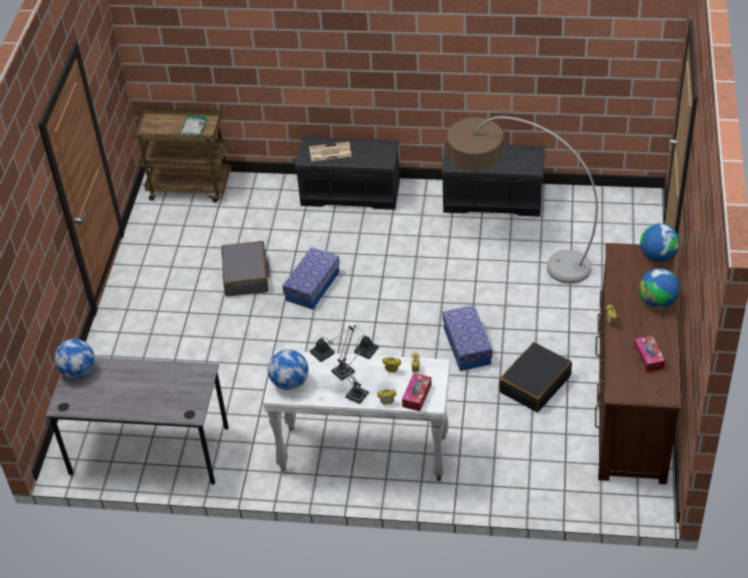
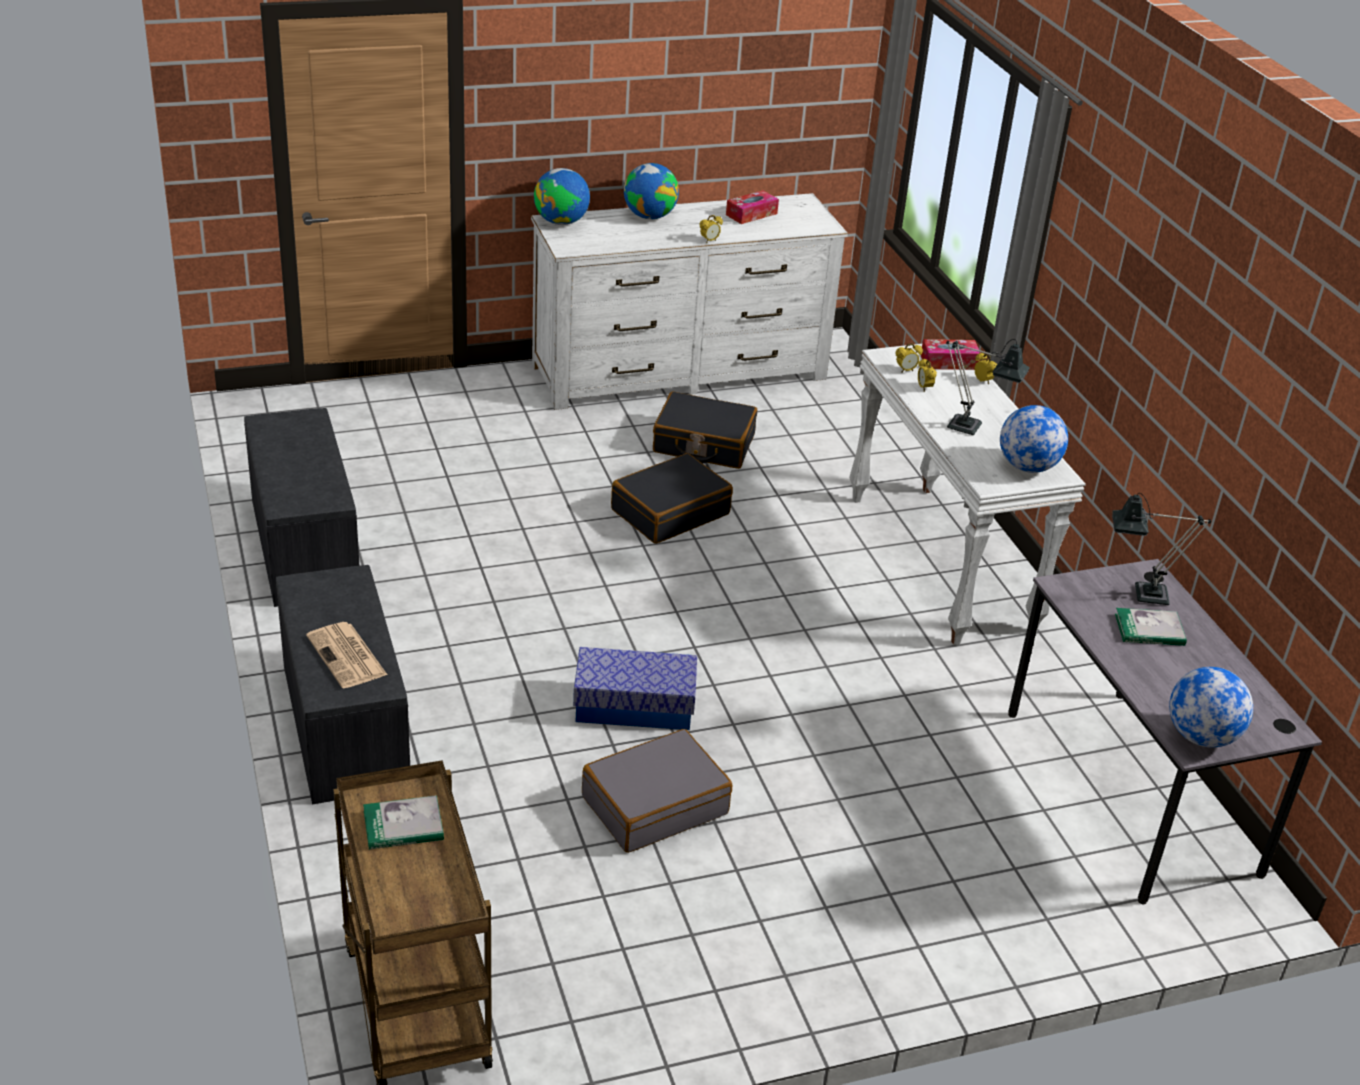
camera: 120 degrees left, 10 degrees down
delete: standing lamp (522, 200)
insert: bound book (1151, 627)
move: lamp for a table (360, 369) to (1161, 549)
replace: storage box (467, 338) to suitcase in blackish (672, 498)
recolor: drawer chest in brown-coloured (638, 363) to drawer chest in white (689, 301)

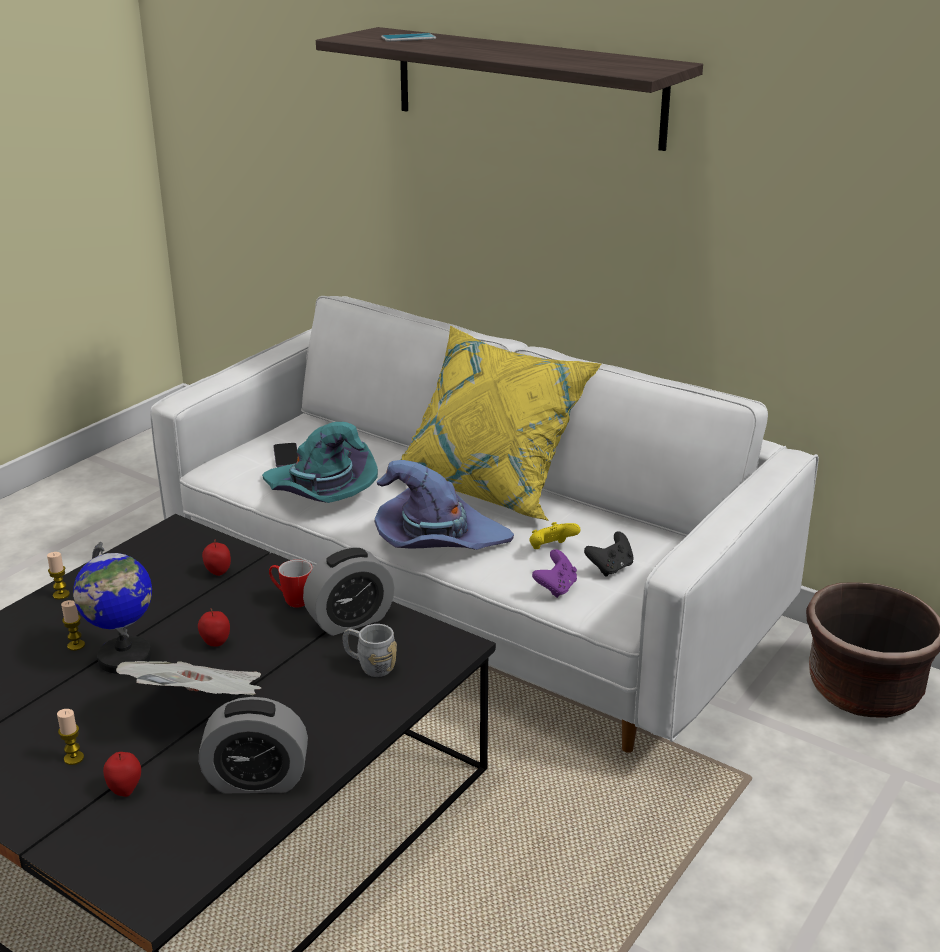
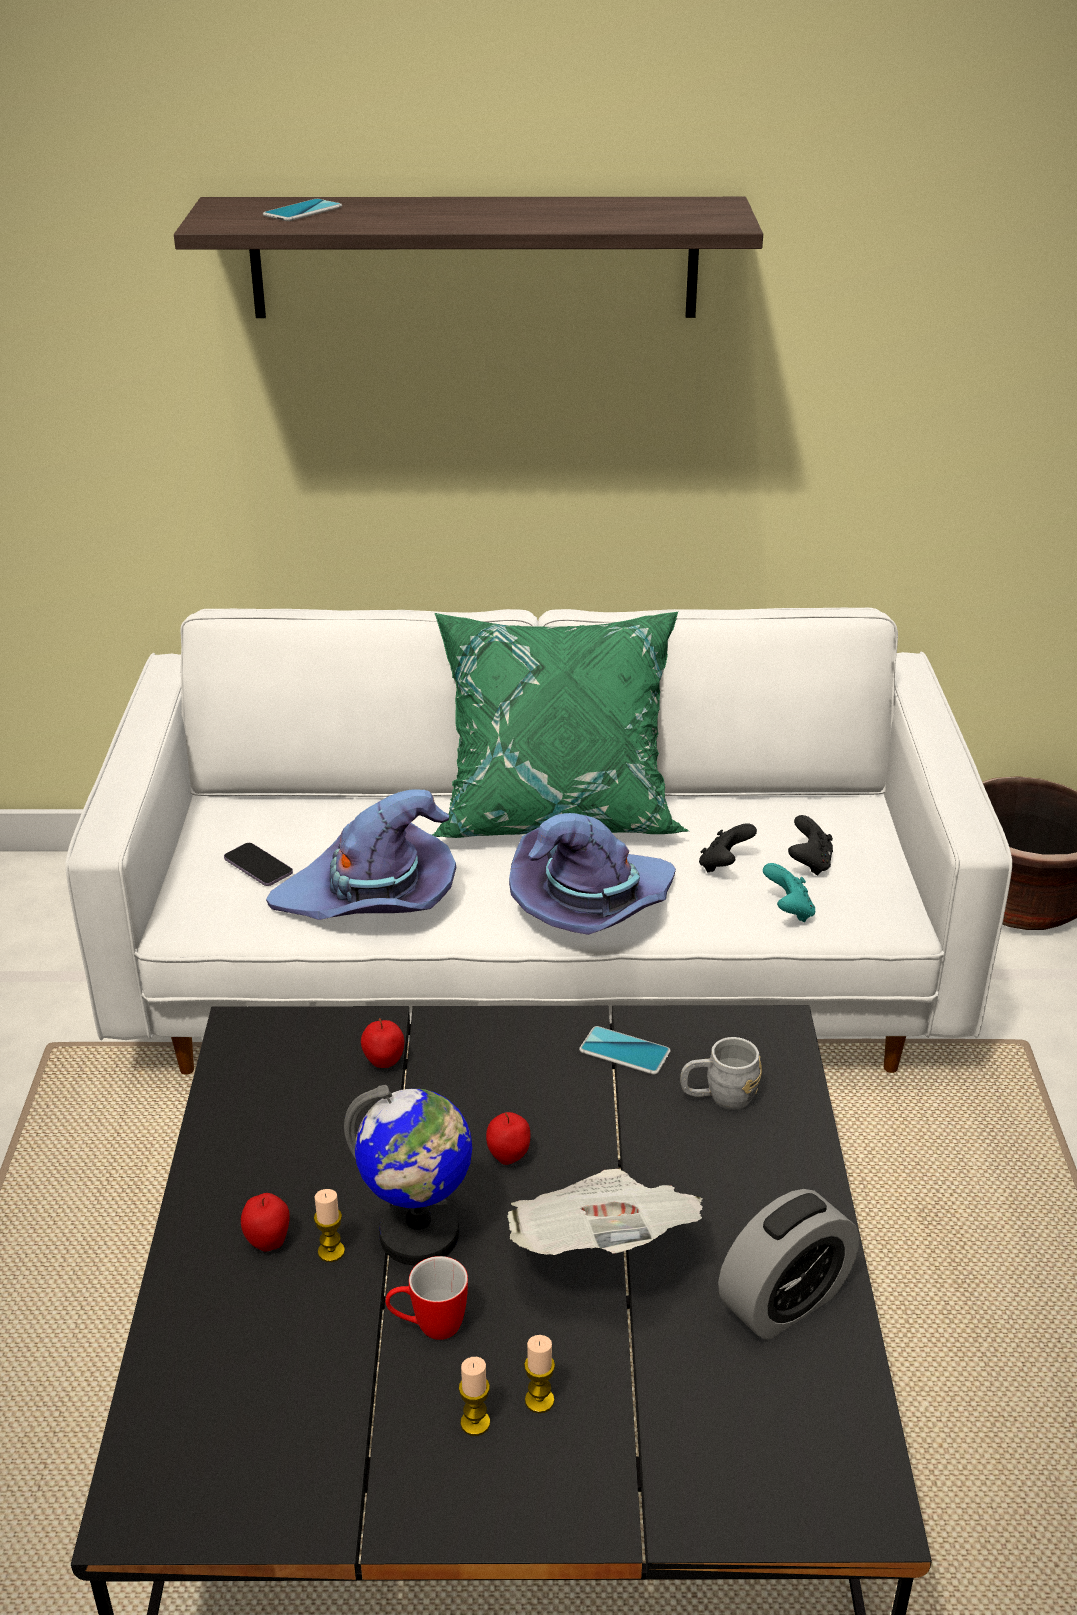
camera: 35 degrees left, 5 degrees up
move: apple fruit (122, 774) to (265, 1222); tea mug (291, 583) to (426, 1298); candle (58, 576) to (474, 1396)
replace: alarm clock (349, 591) to phone (625, 1050)
recolor: clothing hat in turquoise-coloured (320, 462) to clothing hat in purple-coloured (361, 854); pillow in yellow (501, 423) to pillow in greenish (560, 725); game controller in yellow (555, 535) to game controller in blackish (728, 848); game controller in purple-coloured (554, 573) to game controller in turquoise-coloured (789, 892)

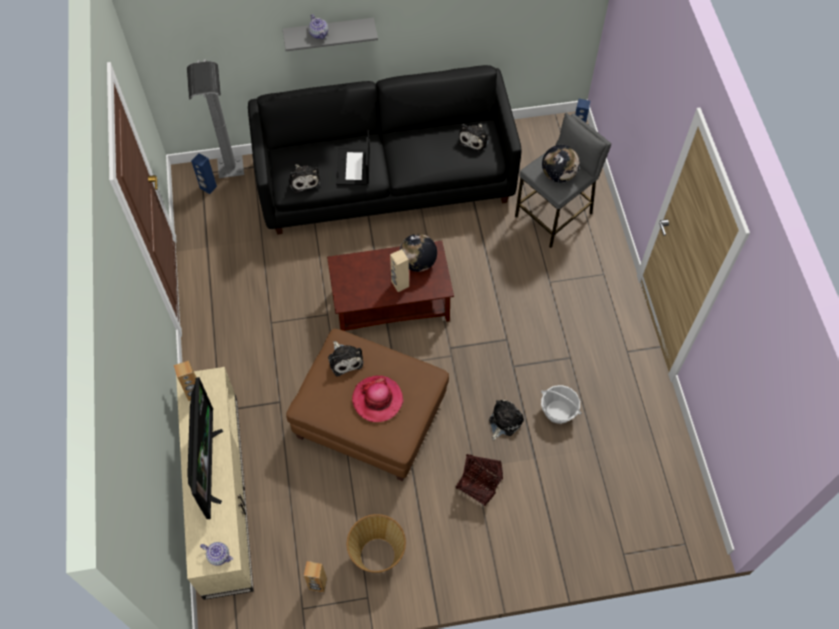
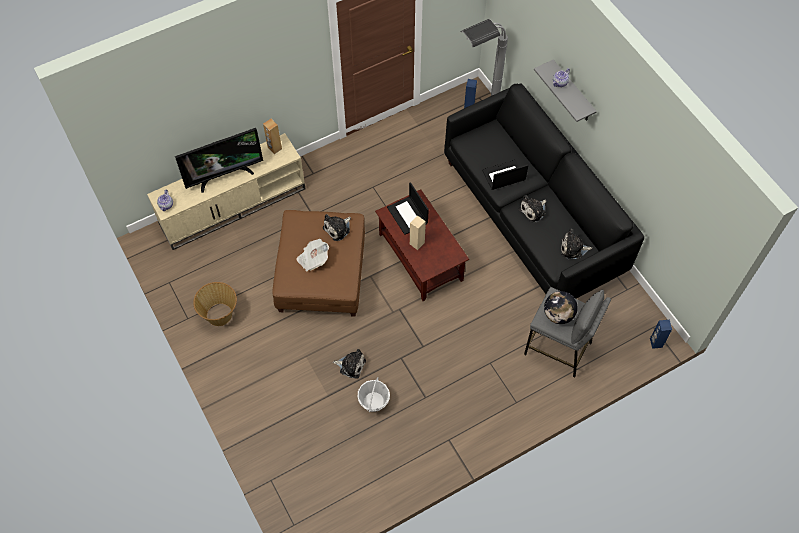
camera: 70 degrees right, 0 degrees up
delete: loudspeaker in brown-coloured (315, 577); world globe (418, 253); household basket (479, 480)
insert: portable computer (408, 208)
move: plush toy (304, 178) to (532, 209)
replace: clothing hat (378, 399) to printed paper (313, 255)

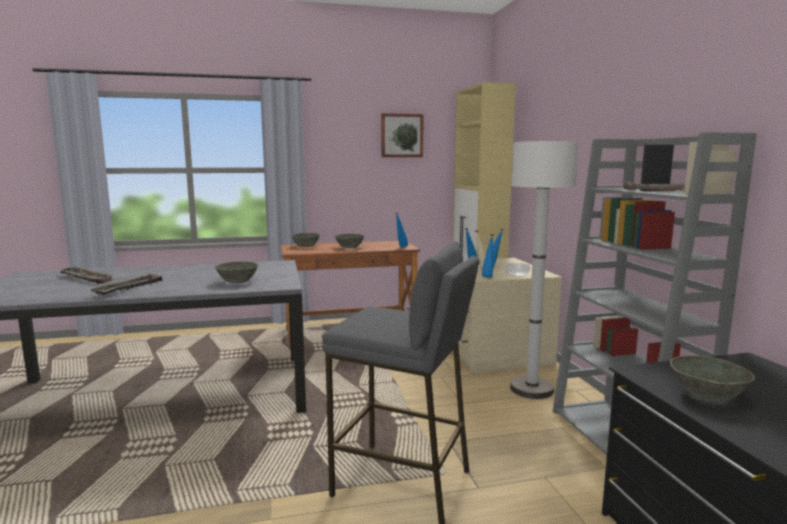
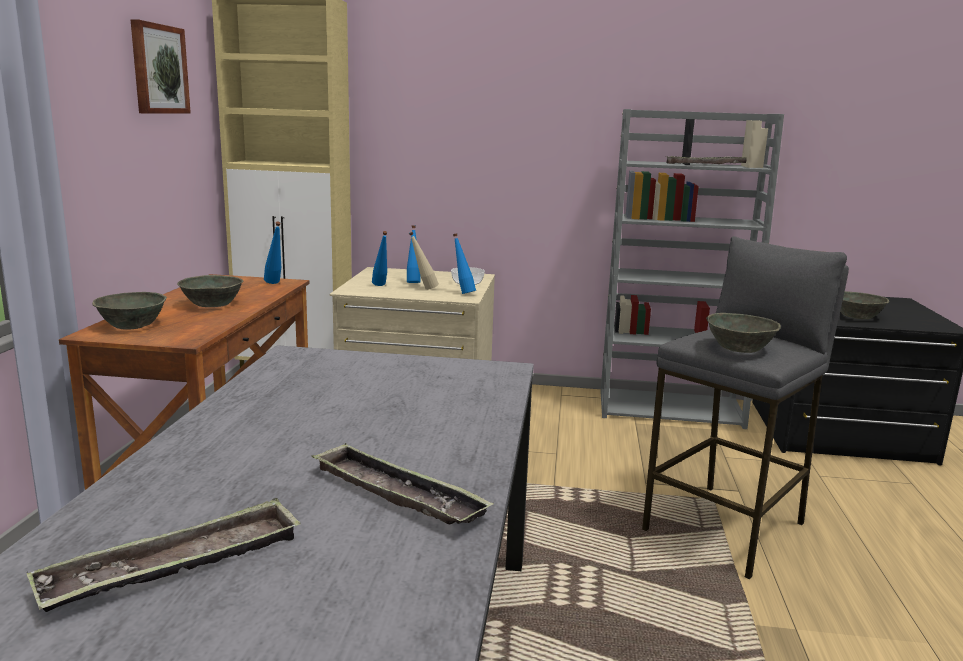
camera: 70 degrees left, 5 degrees up
delete: standing lamp in white (544, 270)
move: bowl in grey (236, 272) to (743, 333)

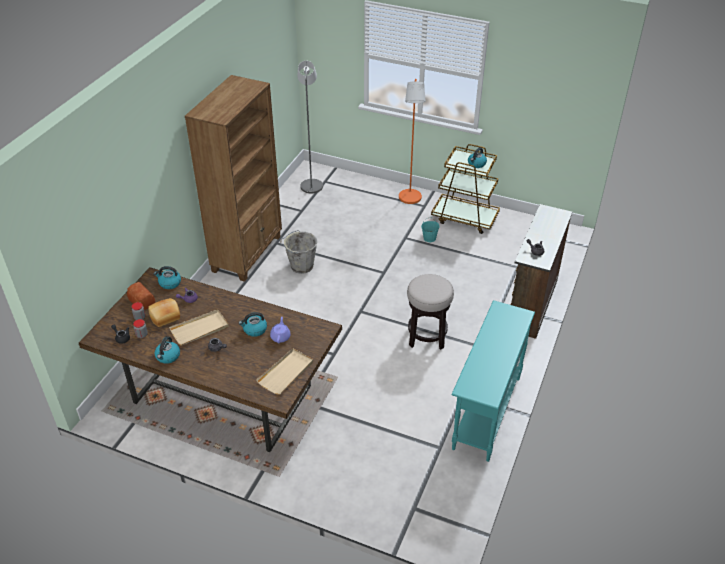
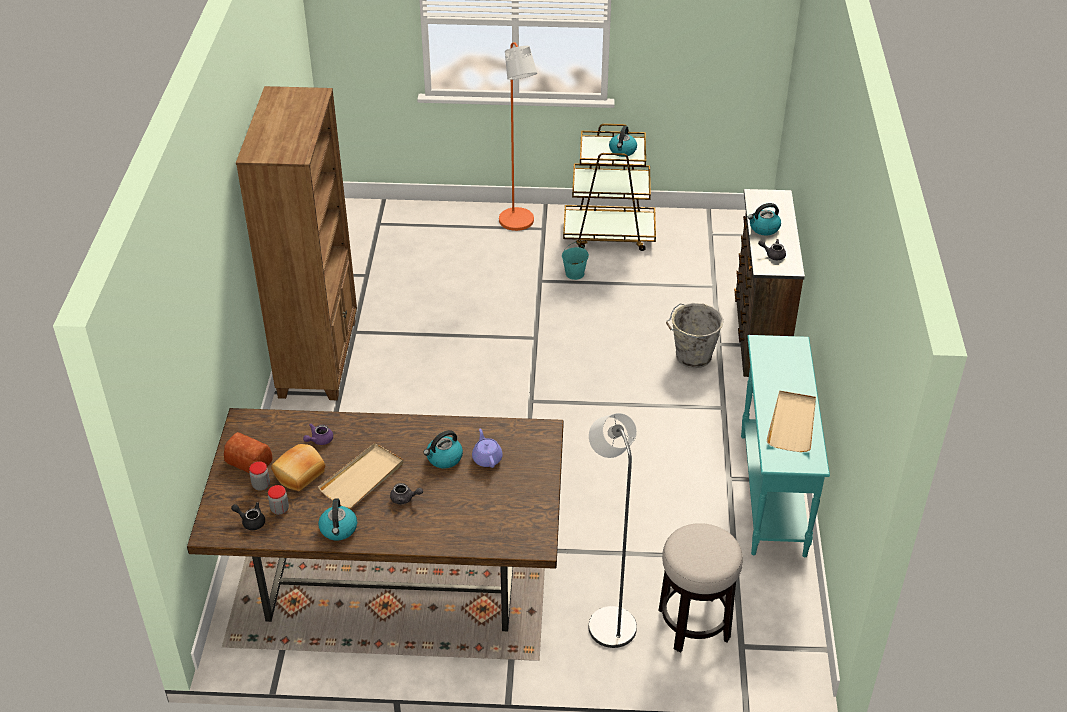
camera: 20 degrees left, 0 degrees up
move: standing lamp in grey (310, 127) to (613, 530); stool seat (430, 312) to (700, 587); water bucket in grey (299, 252) to (695, 335); tea kettle (167, 277) to (764, 219); tray in sand-coloured (284, 371) to (791, 421)

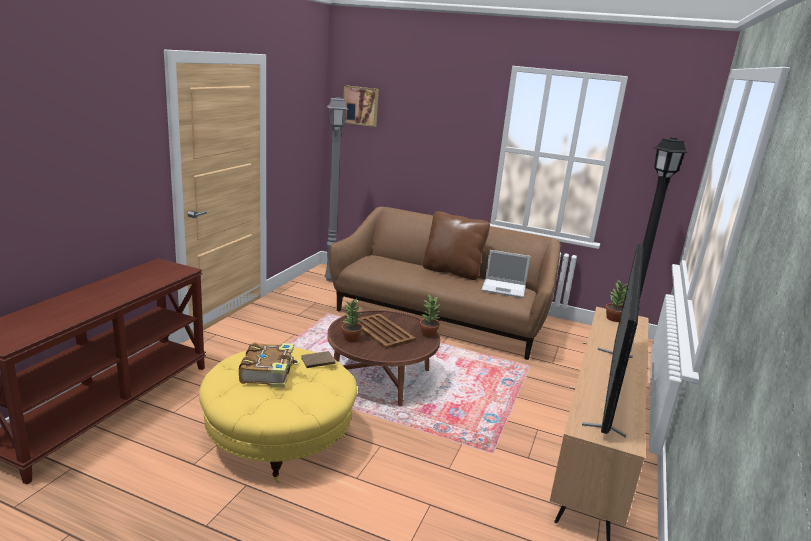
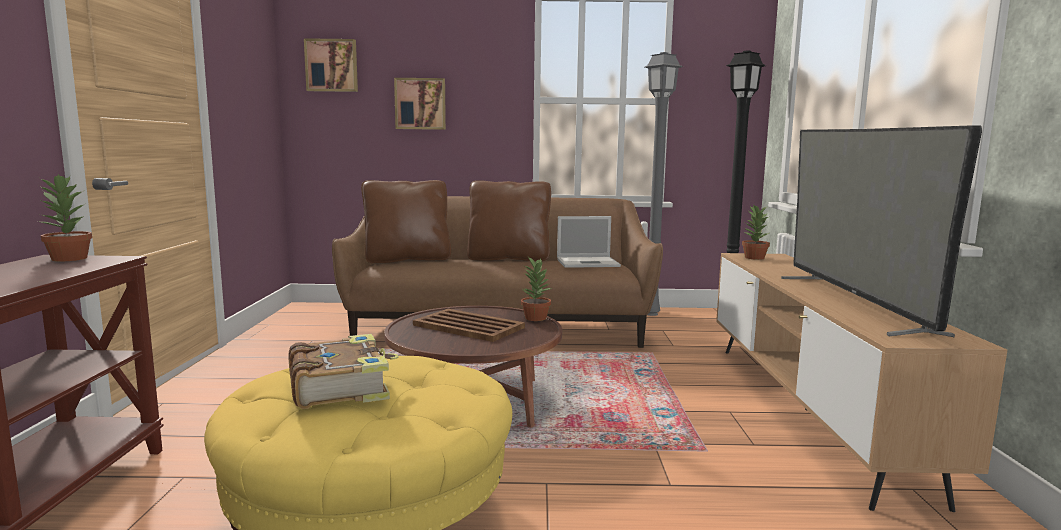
camera: 20 degrees left, 10 degrees down
delete: bound book in brown-coloured (319, 359)
insert: pillow in brown-coloured (406, 221); wall picture (420, 104)
move: houseplant (351, 320) to (65, 218); standing lamp in grey (337, 189) to (664, 184)

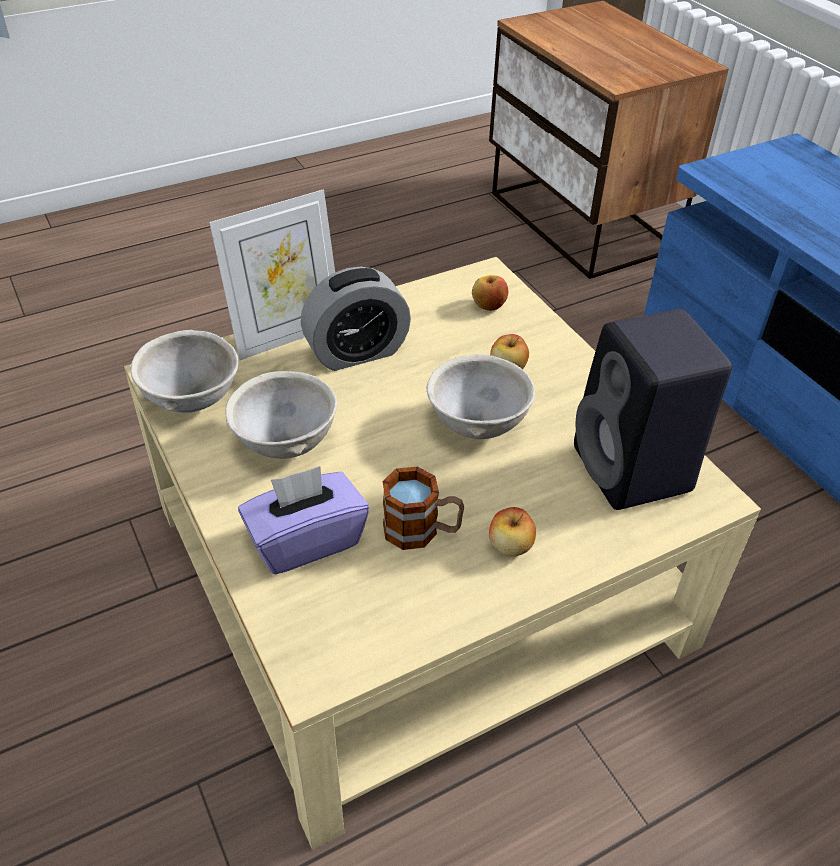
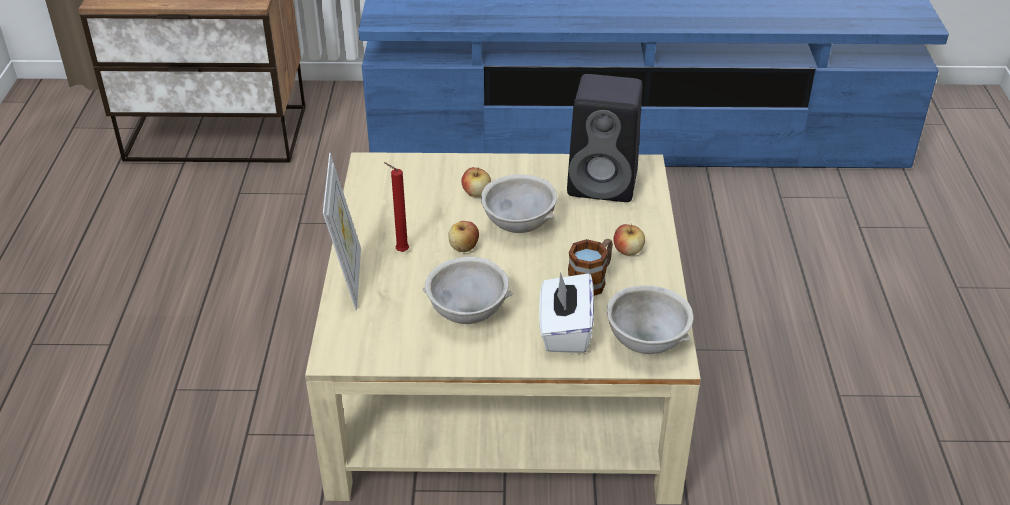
camera: 60 degrees left, 5 degrees down
move: apple fruit (490, 293) to (463, 236); bowl in grey (184, 371) to (650, 319)
replace: alarm clock (356, 319) to candle in reddish (396, 207)
recolor: box of tissues in purple-coloured (303, 520) to box of tissues in white (566, 312)

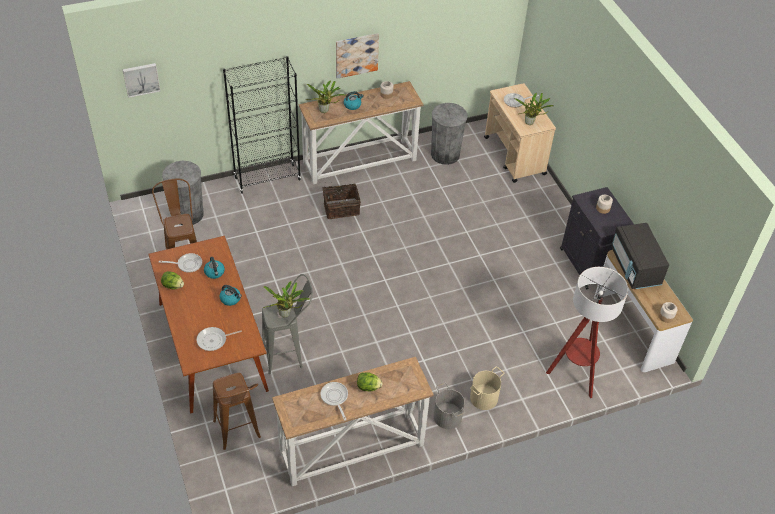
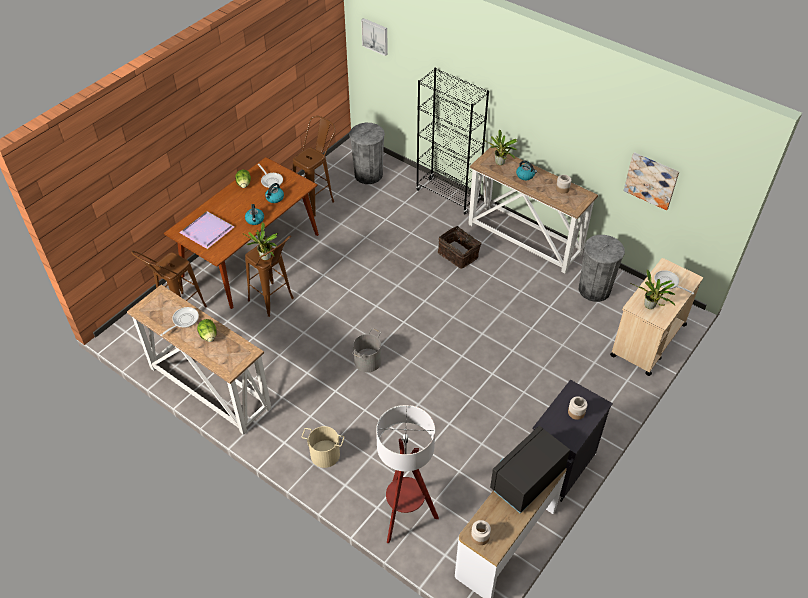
camera: 60 degrees right, 0 degrees up
move: water bucket in grey (449, 406) to (366, 350); wall picture (357, 56) to (651, 181)
replace: pan (219, 339) to tray in purple-coloured (207, 230)
recolor: stool seat in grey (287, 324) to stool seat in brown-coloured (269, 276)

